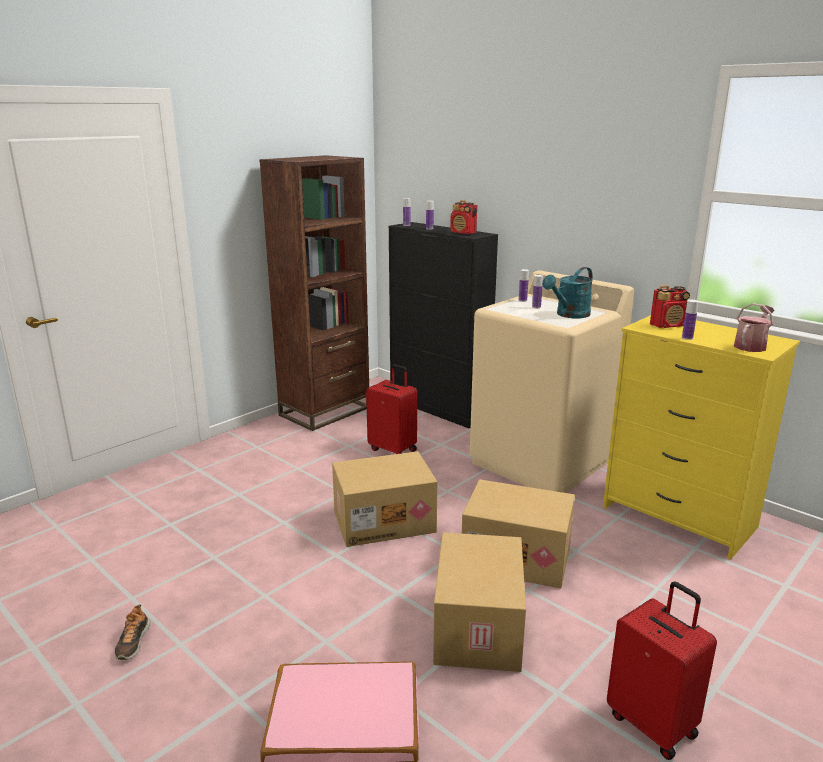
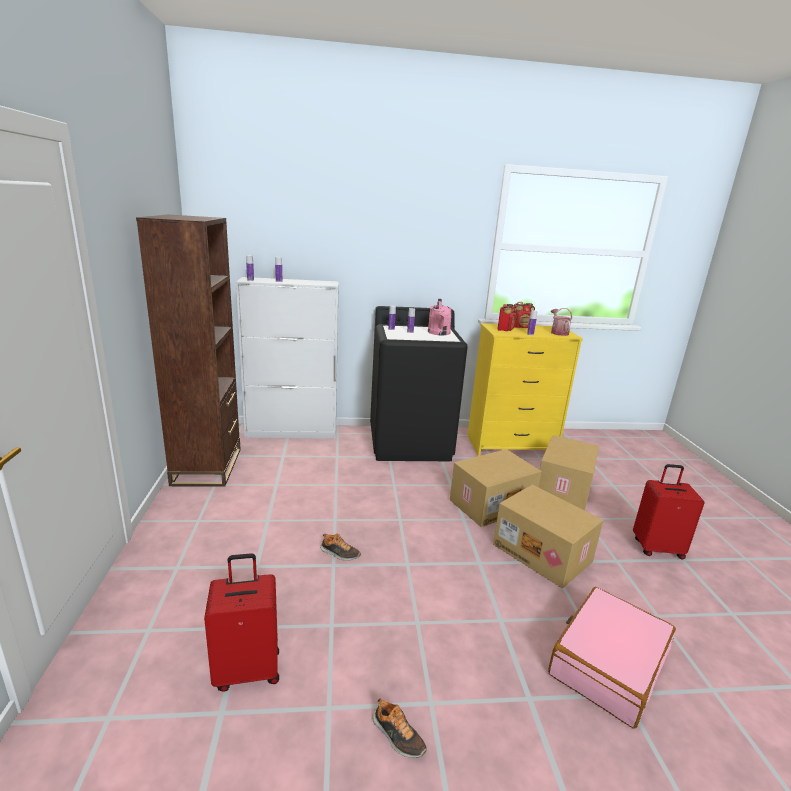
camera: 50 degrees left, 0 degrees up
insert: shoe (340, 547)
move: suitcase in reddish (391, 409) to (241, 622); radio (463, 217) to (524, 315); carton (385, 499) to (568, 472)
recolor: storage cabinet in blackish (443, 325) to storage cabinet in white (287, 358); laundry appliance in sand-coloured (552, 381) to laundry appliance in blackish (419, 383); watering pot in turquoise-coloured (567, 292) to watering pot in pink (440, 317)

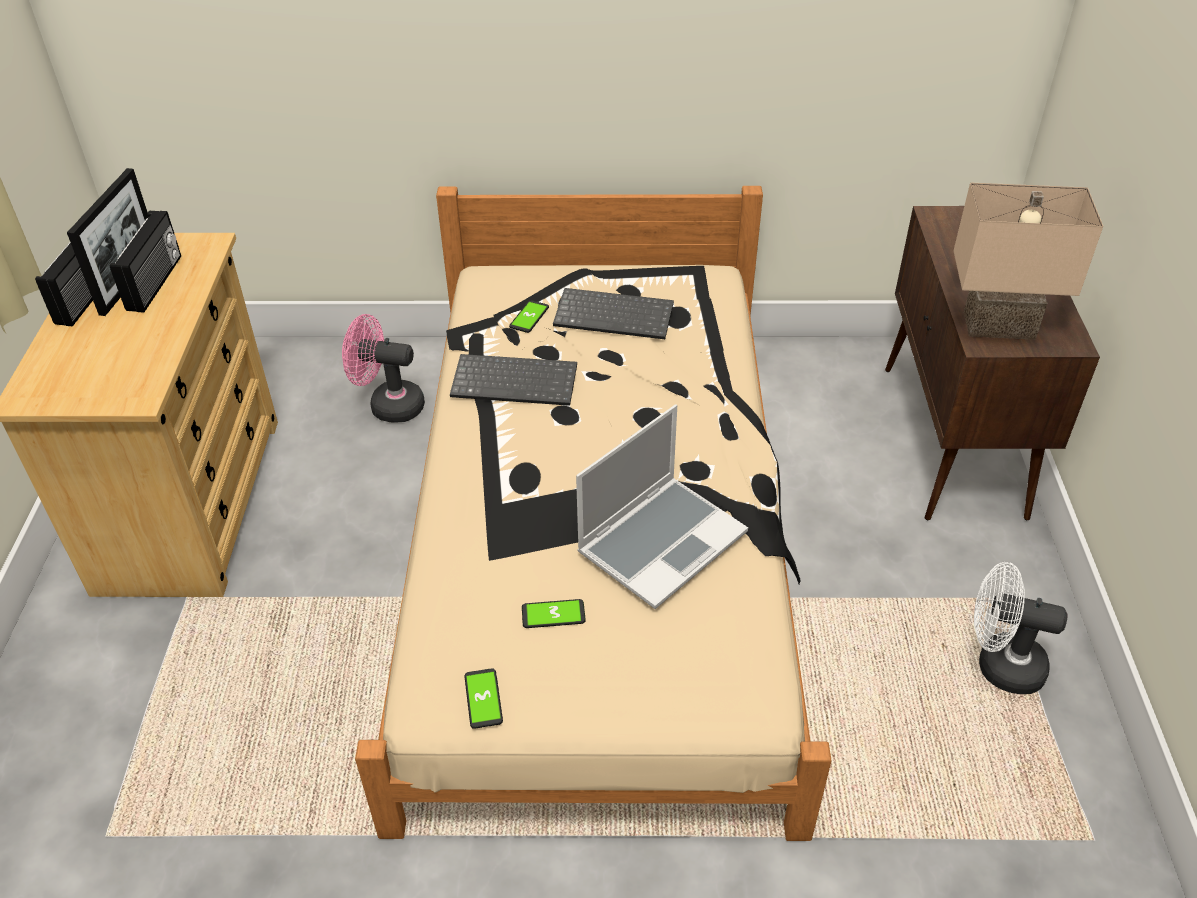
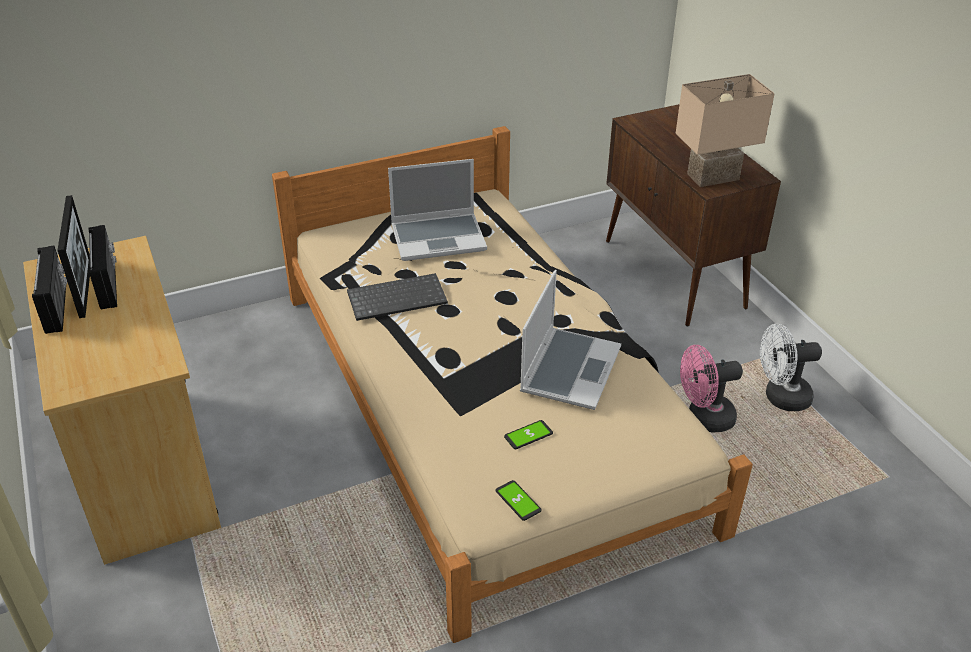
camera: 25 degrees left, 5 degrees down
delete: phone (529, 316)
move: fan in pink (383, 368) to (711, 388)
replace: keyboard (613, 313) to portable computer (437, 210)

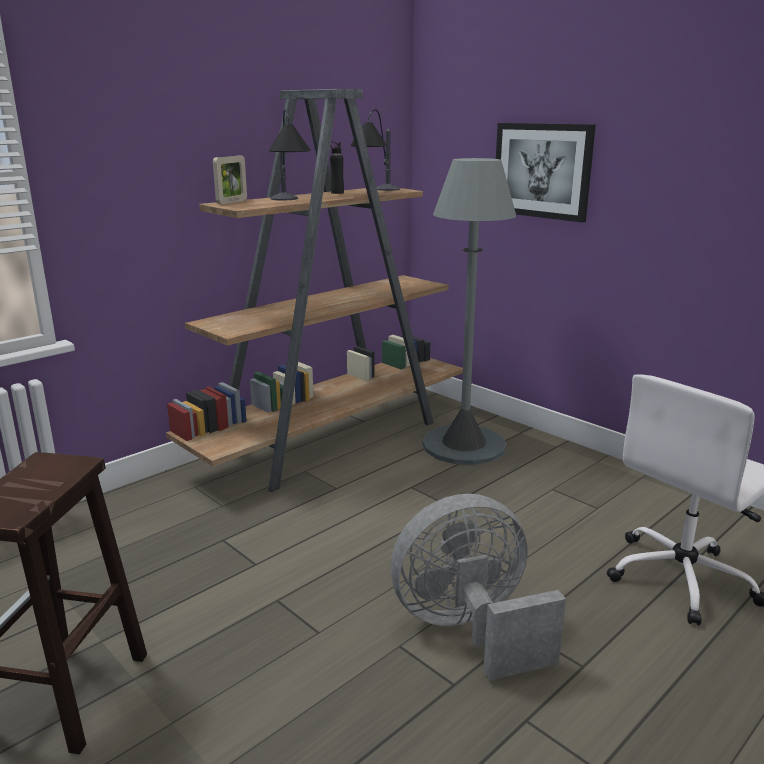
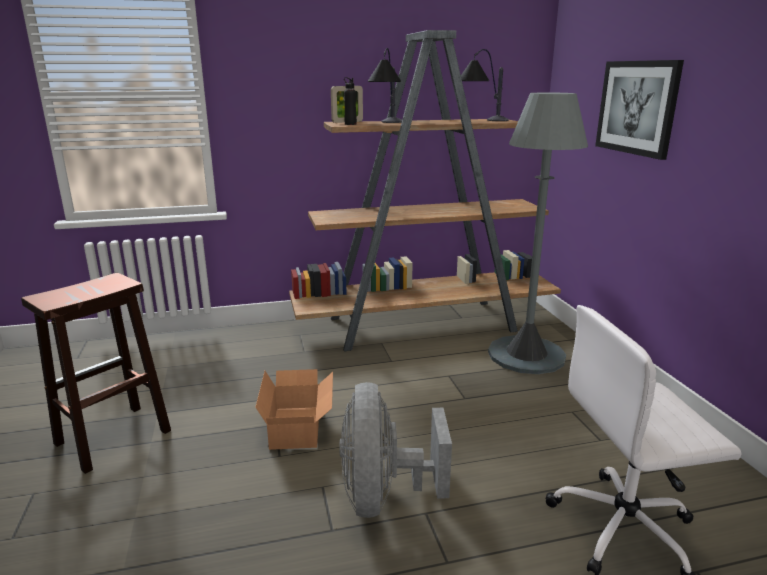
camera: 30 degrees right, 0 degrees up
insert: carton (294, 409)
move: beverage bottle in blackish (337, 167) to (350, 101)
rotate: fan in grey (478, 587) = (396, 450) 105 degrees counterclockwise

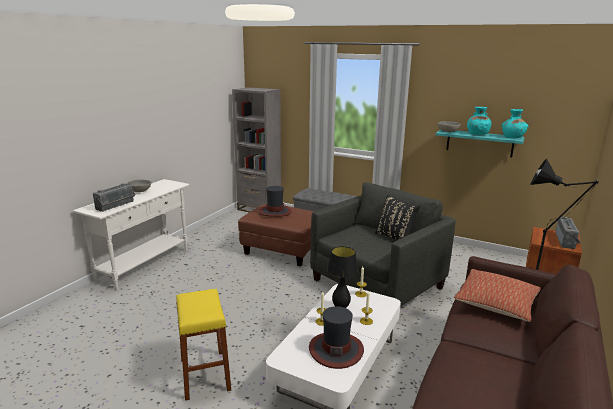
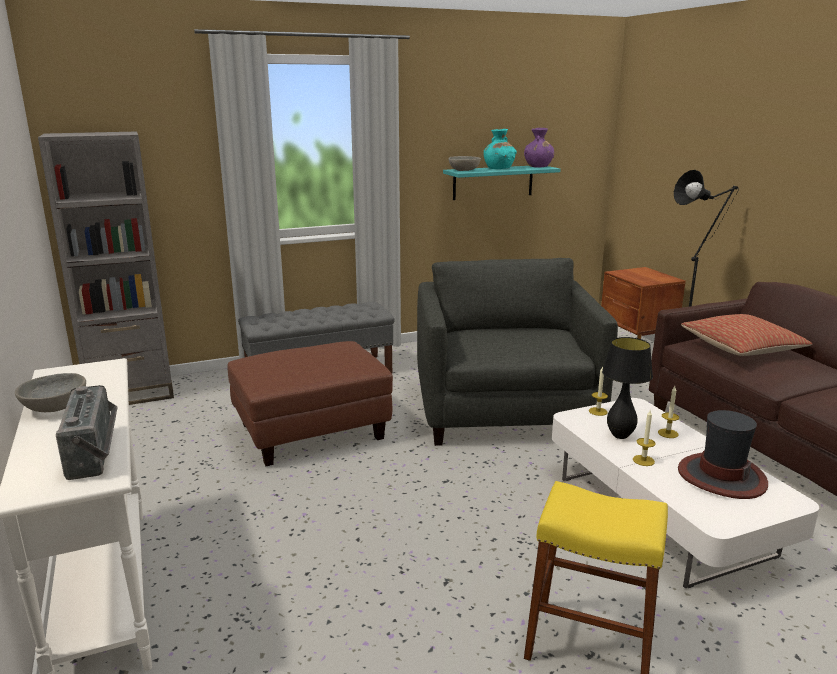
camera: 50 degrees left, 0 degrees up
delete: clothing hat (275, 201); pillow in blackish (397, 217); radio (568, 233)
recolor: decorative vase in turquoise-coloured (515, 123) to decorative vase in purple-coloured (539, 148)

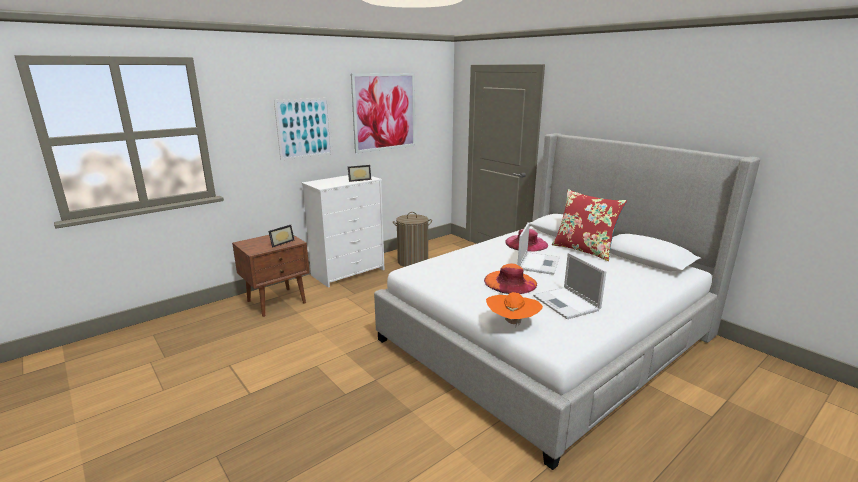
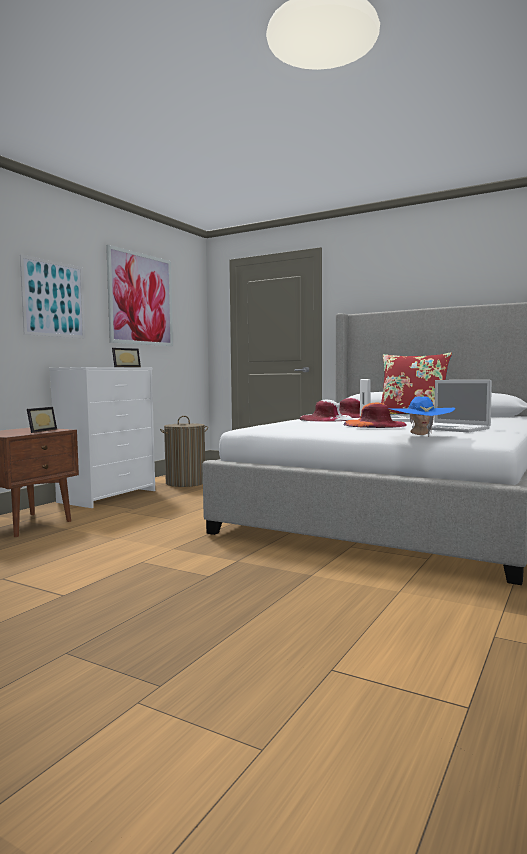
camera: 20 degrees left, 15 degrees down
insert: clothing hat in white (327, 411)
recolor: clothing hat in orange (514, 310) to clothing hat in blue-coloured (423, 417)

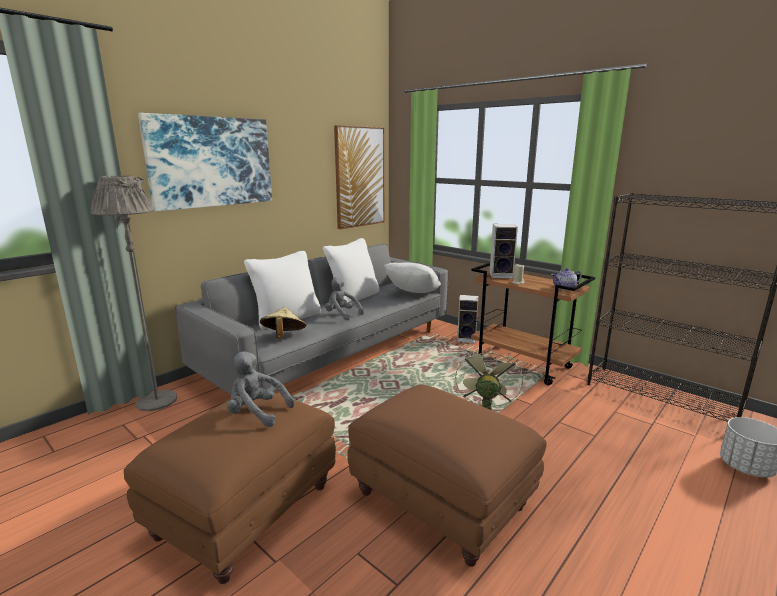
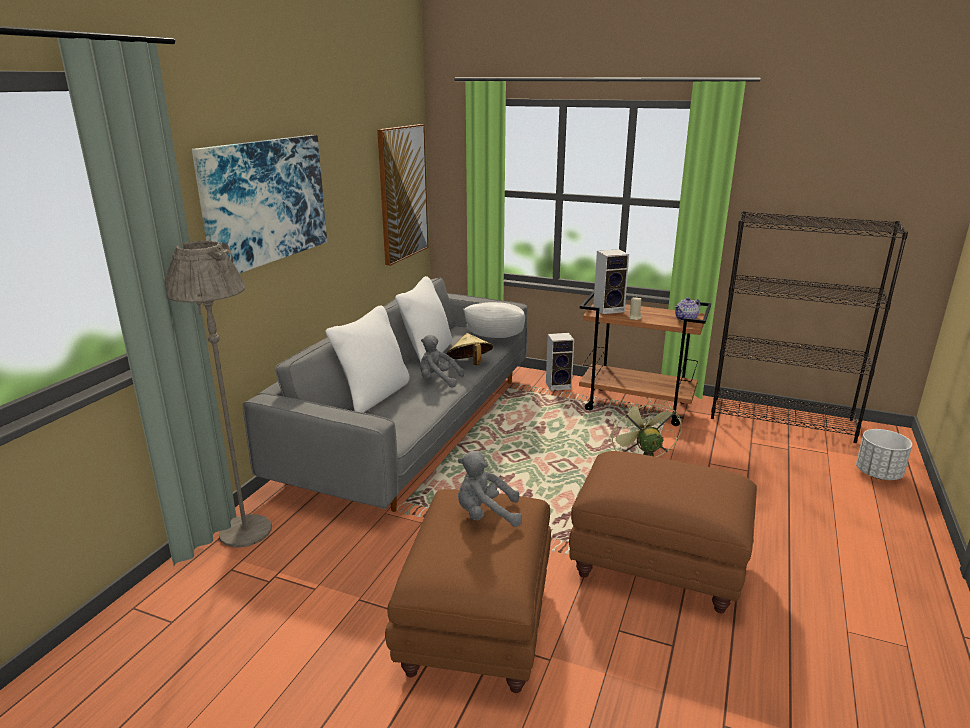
camera: 20 degrees left, 5 degrees up
move: clothing hat in sand-coloured (283, 322) to (469, 349)

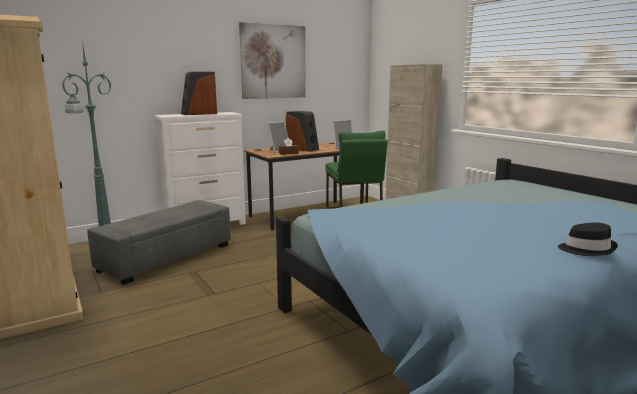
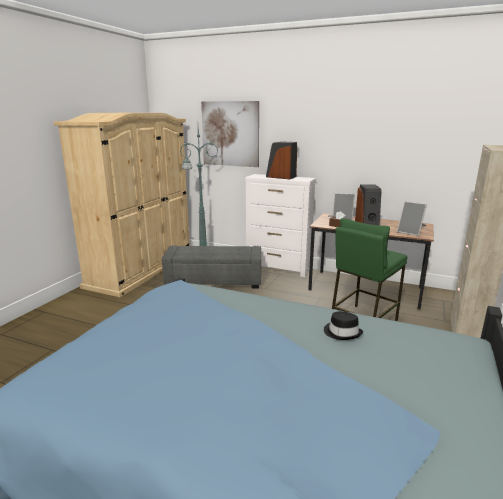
camera: 55 degrees right, 5 degrees up
move: wall picture (272, 60) to (230, 134); clothing hat in blackish (588, 239) to (343, 325)

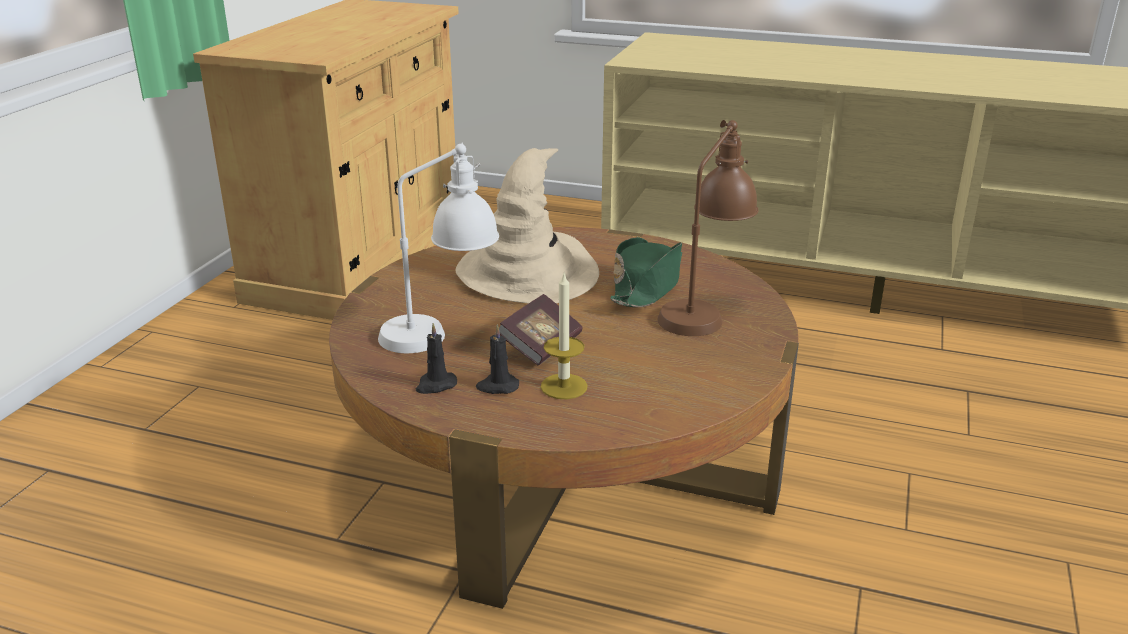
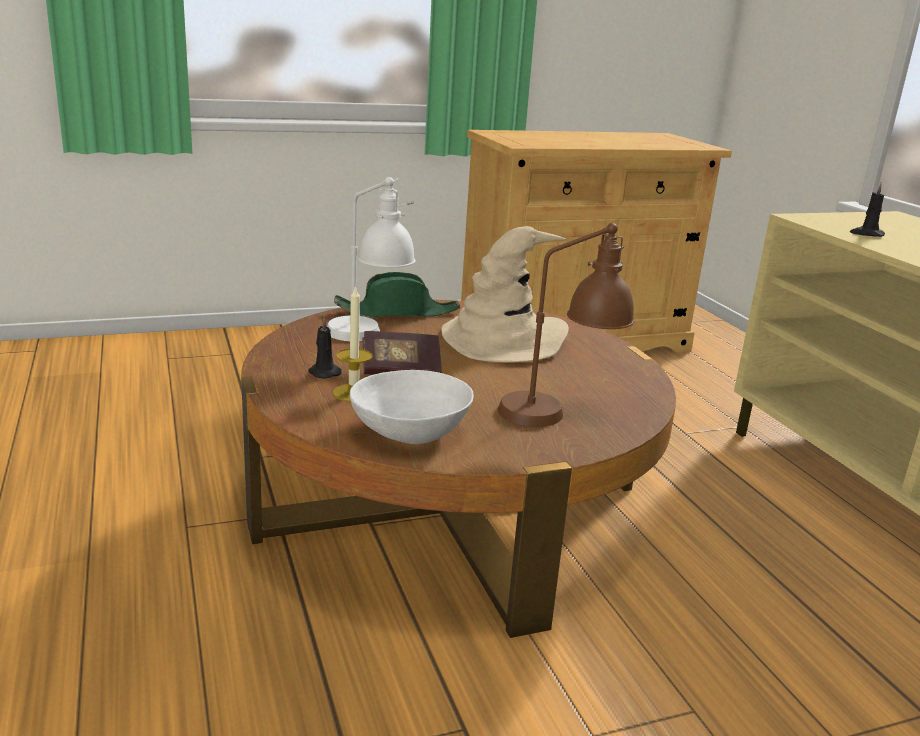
camera: 50 degrees right, 5 degrees down
insert: bowl in white (412, 407)
move: clothing hat in greenish (646, 272) to (397, 294); candle in blackish (436, 358) to (867, 210)

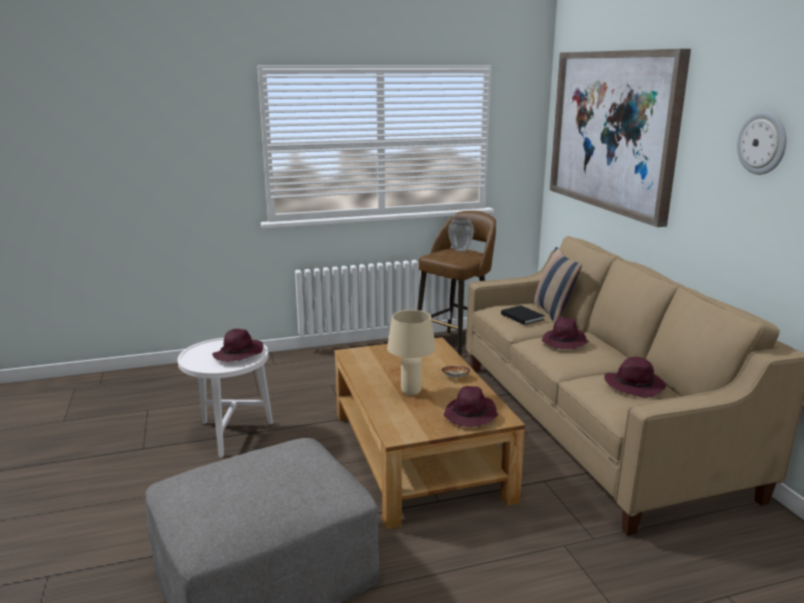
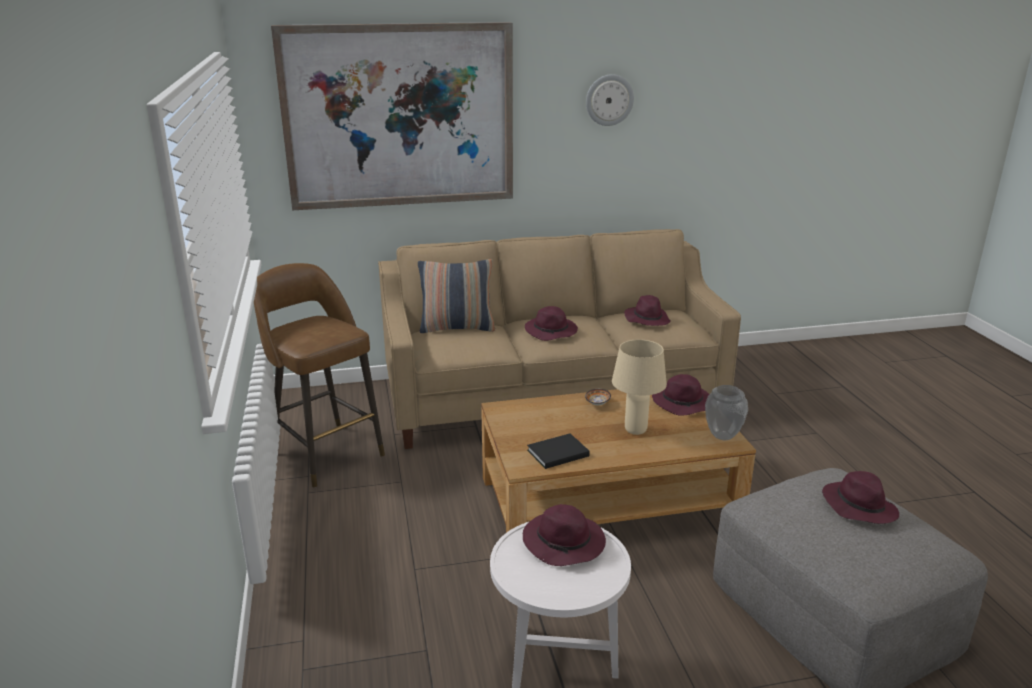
camera: 85 degrees left, 5 degrees up
insert: clothing hat in purple-coloured (860, 497)
move: bound book in blackish (523, 315) to (558, 451); decorative vase (461, 234) to (726, 412)

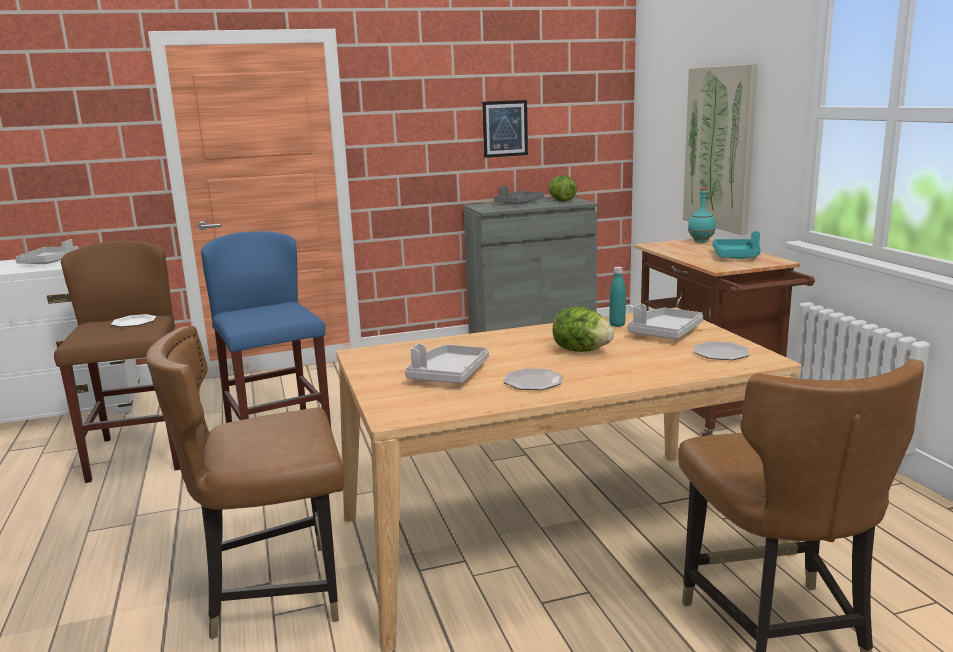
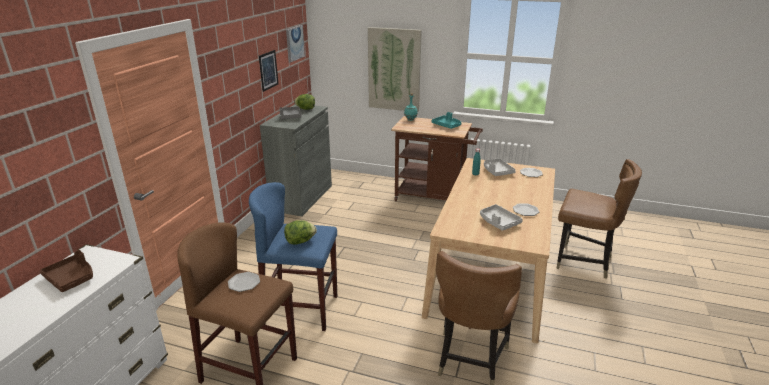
camera: 55 degrees left, 10 degrees up
insert: wall picture (295, 44)
move: lettuce (583, 329) to (300, 232)
recolor: tray in grey (46, 251) to tray in brown-coloured (66, 271)

